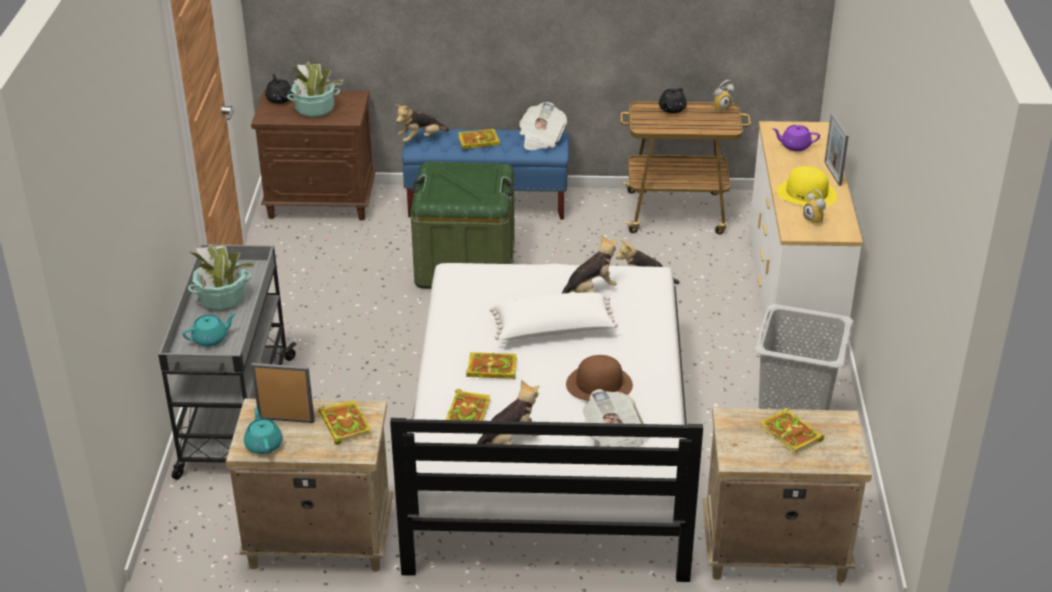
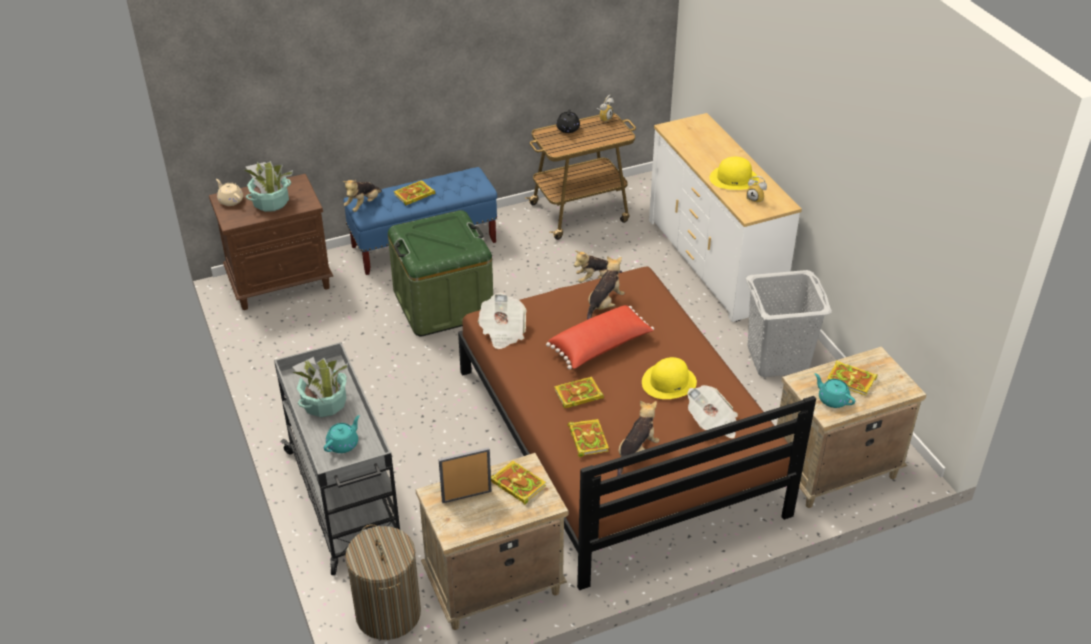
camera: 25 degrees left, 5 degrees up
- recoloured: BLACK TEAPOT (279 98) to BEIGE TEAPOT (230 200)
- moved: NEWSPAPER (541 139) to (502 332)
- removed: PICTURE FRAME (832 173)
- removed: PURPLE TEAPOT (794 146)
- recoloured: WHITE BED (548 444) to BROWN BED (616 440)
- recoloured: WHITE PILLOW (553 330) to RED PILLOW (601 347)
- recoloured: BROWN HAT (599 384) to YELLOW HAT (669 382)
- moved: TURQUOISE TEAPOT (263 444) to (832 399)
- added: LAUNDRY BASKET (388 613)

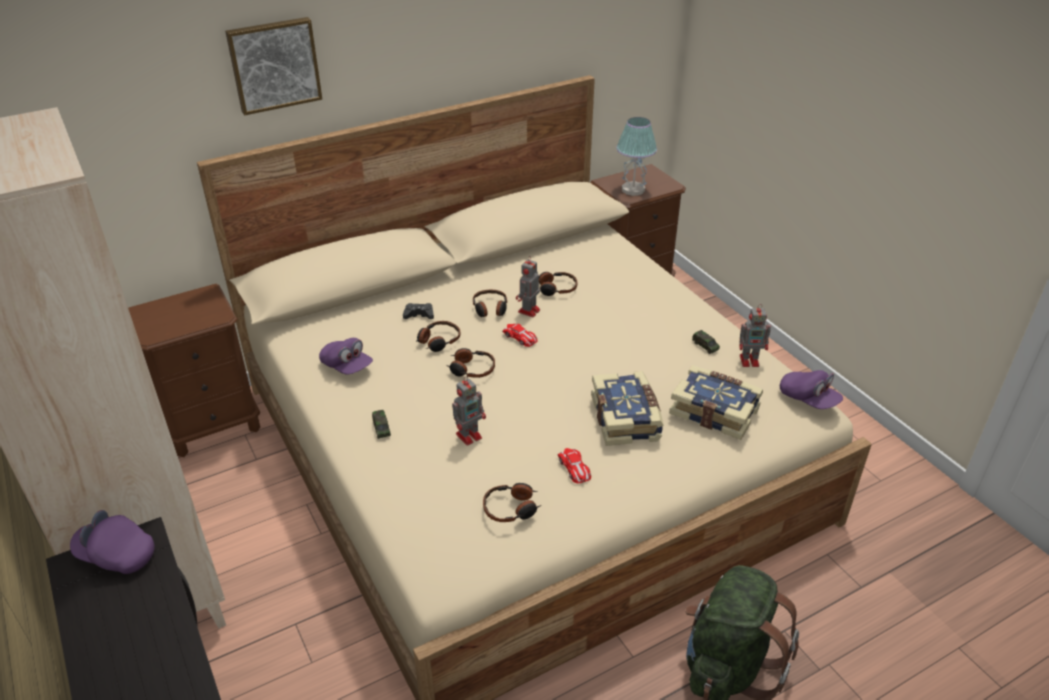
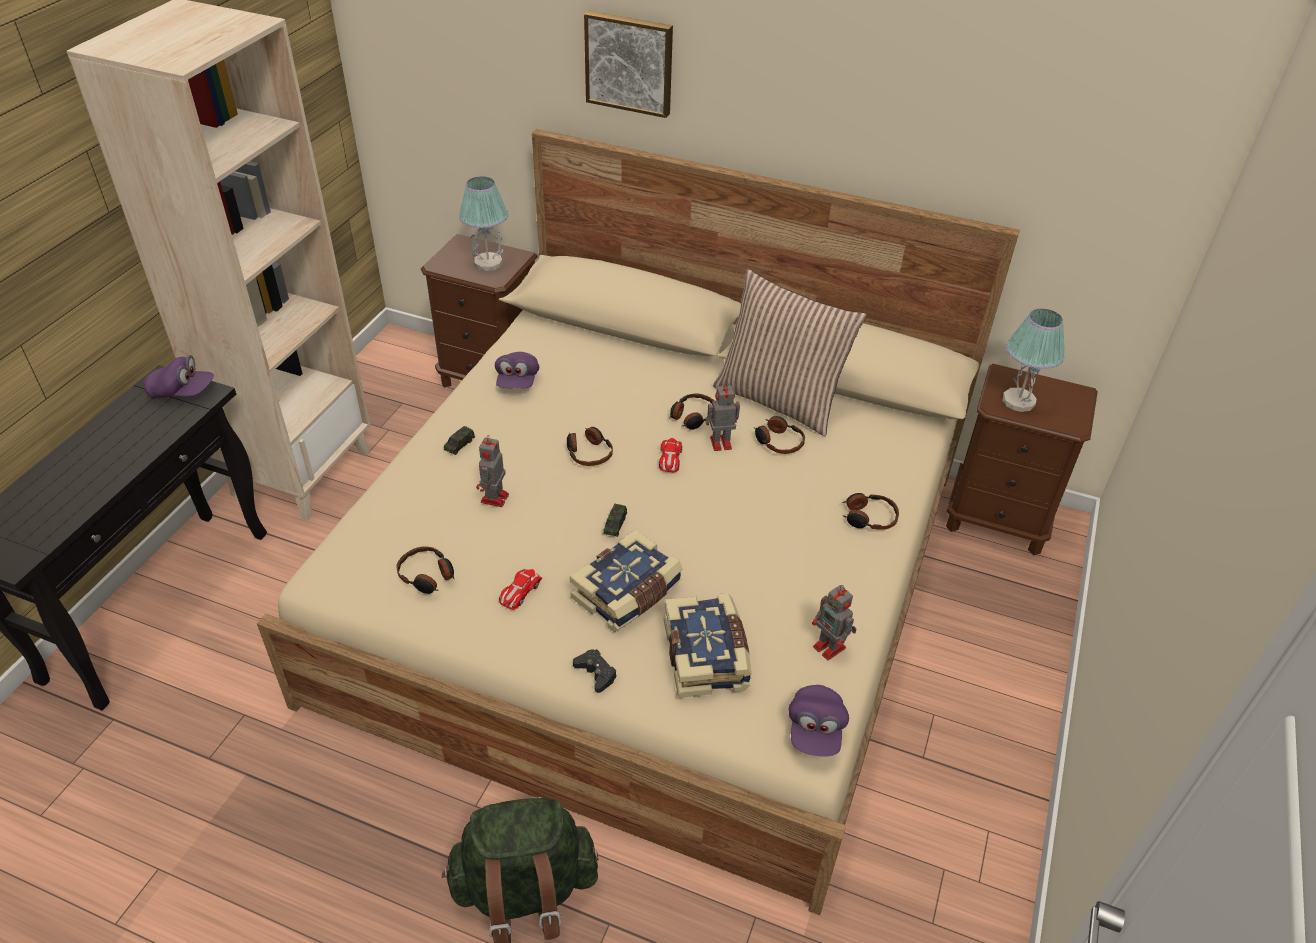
camera: 50 degrees right, 5 degrees up
- moved: BLACK GAME CONTROLLER (419 315) to (596 673)
- moved: HEADPHONES (438 341) to (868 517)
- moved: TOY CAR (705 346) to (615 524)
- turned: TOY ROBOT (470 435) = (494 499) 90 degrees clockwise
- turned: PURPLE CAP (116 555) = (182 392) 120 degrees clockwise
- added: TABLE LAMP (487 263)
- added: PILLOW (779 400)

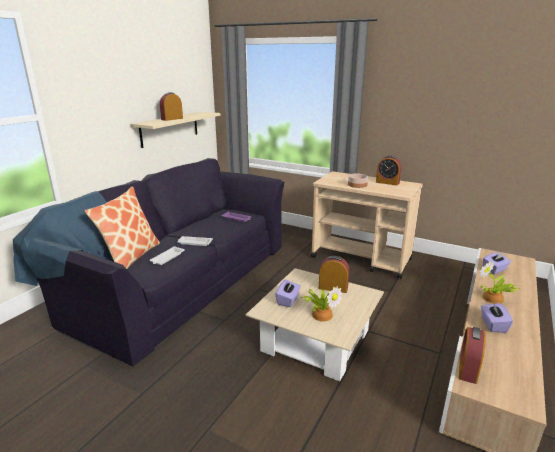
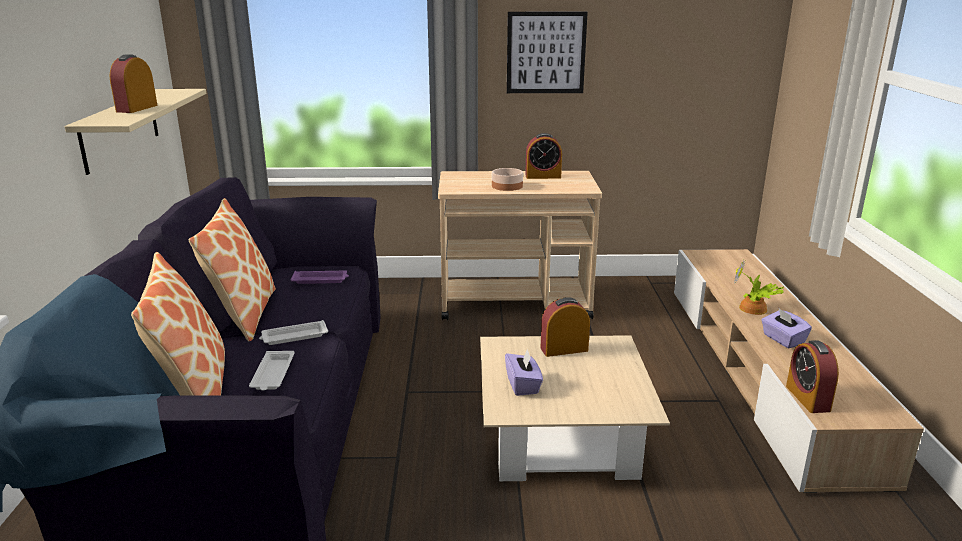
camera: 30 degrees left, 0 degrees up
- removed: PURPLE TISSUE BOX (495 269)
- removed: POTTED PLANT (322 314)
- added: PICTURE (546 53)
- added: PILLOW (243 315)

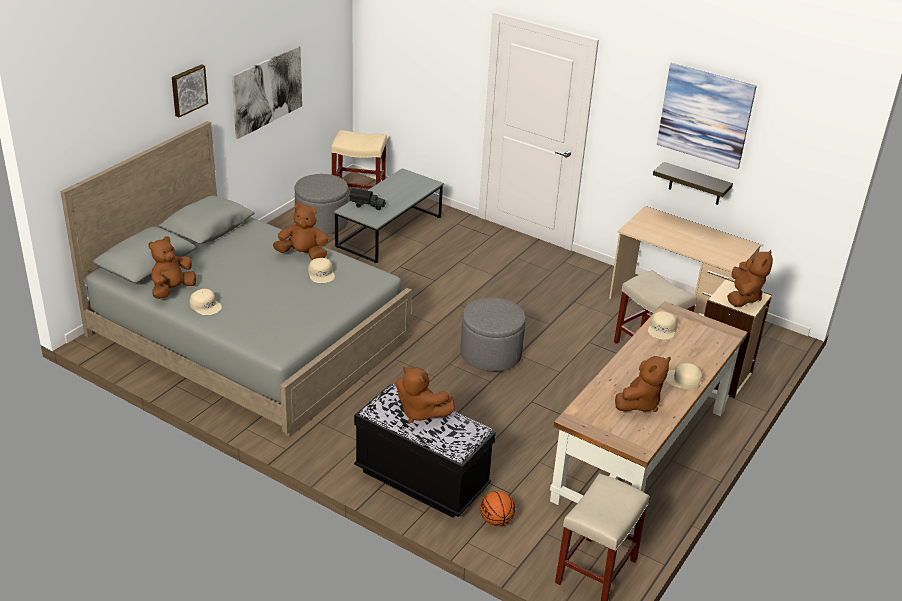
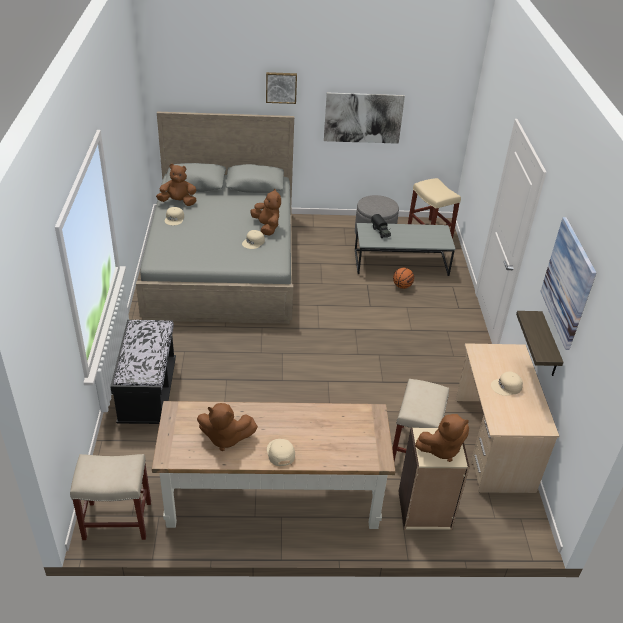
camera: 55 degrees right, 5 degrees up
- removed: GREY OTTOMAN (490 354)
- moved: BEIGE CAP (662 329) to (506 387)
- removed: BROWN PLUSH TOY (420 413)
- moved: BASKETBALL (496 520) to (402 286)

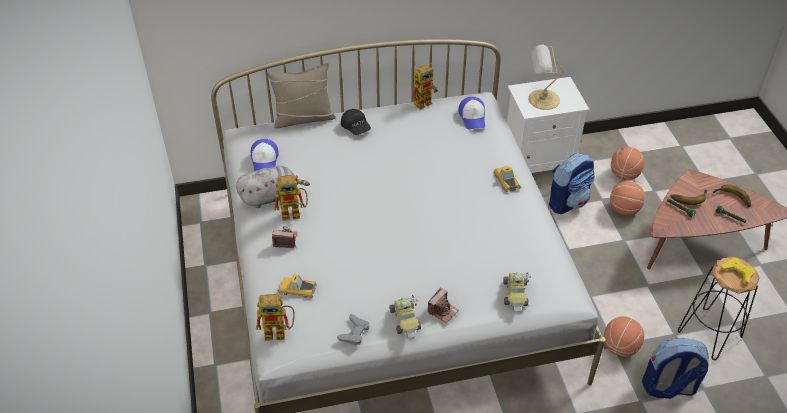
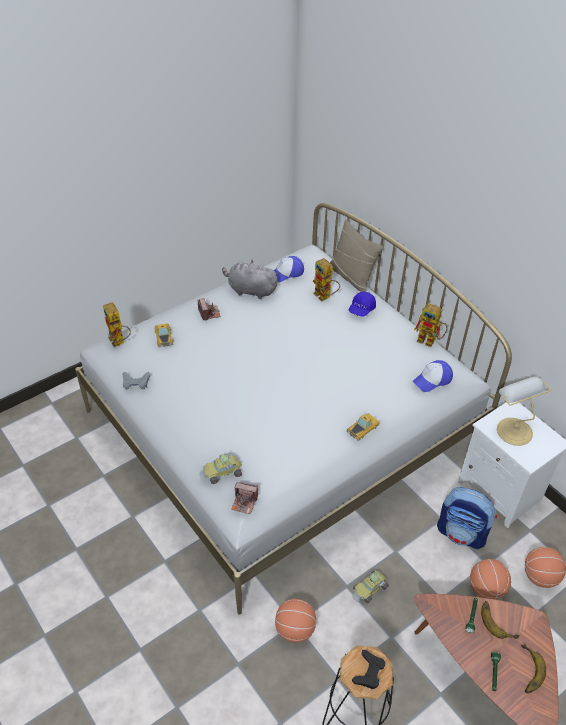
camera: 65 degrees right, 0 degrees up
- recoloured: BLACK CAP (356 127) to BLUE CAP (361 309)
- turned: GREY PLUSH TOY (271 197) = (250 290) 150 degrees clockwise
- moved: TOY ROBOT (295 212) to (325 297)
- recoloured: YELLOW GAME CONTROLLER (737 272) to BLACK GAME CONTROLLER (369 672)
- moved: PHOTO CAMERA (443 311) to (244 502)
- moved: TOY CAR (406 320) to (370 589)
- removed: BACKPACK (668 387)

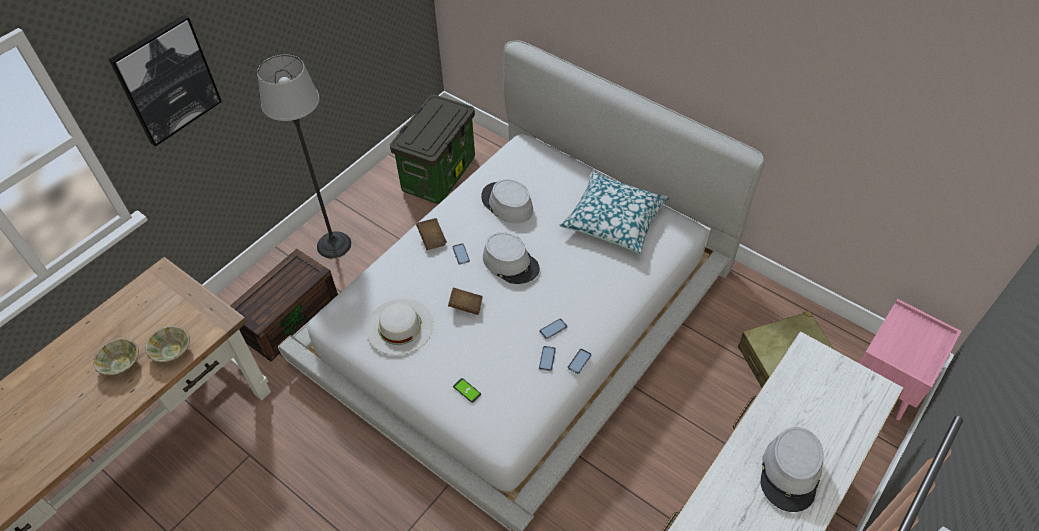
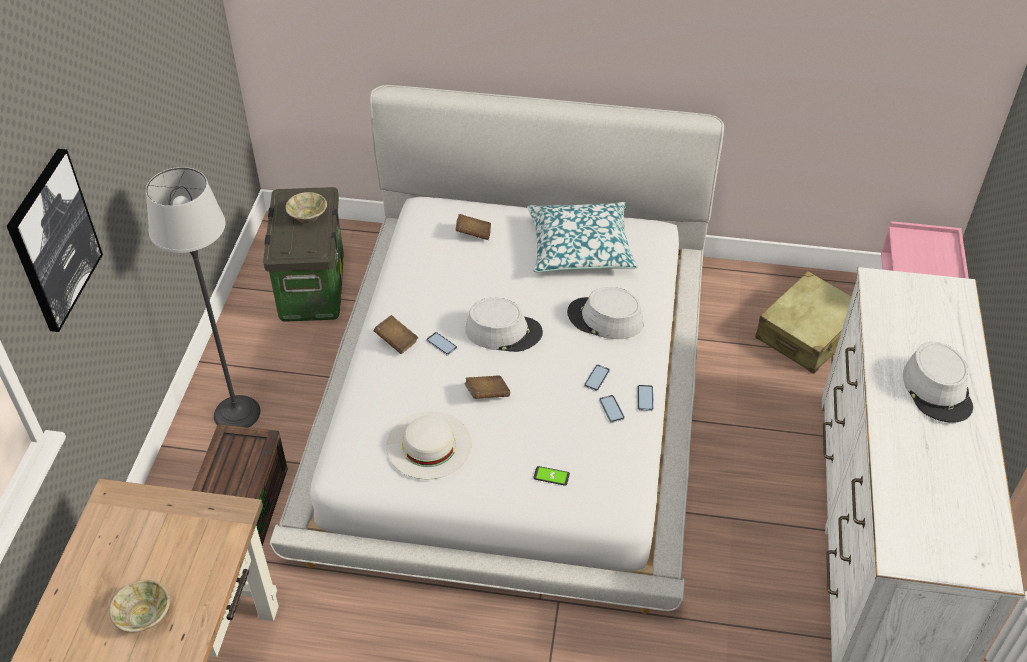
camera: 30 degrees left, 5 degrees down
- moved: GREY HAT (507 203) to (605 319)
- moved: BEIGE BOWL (172 351) to (308 216)
- added: BROWN BOOK (473 234)

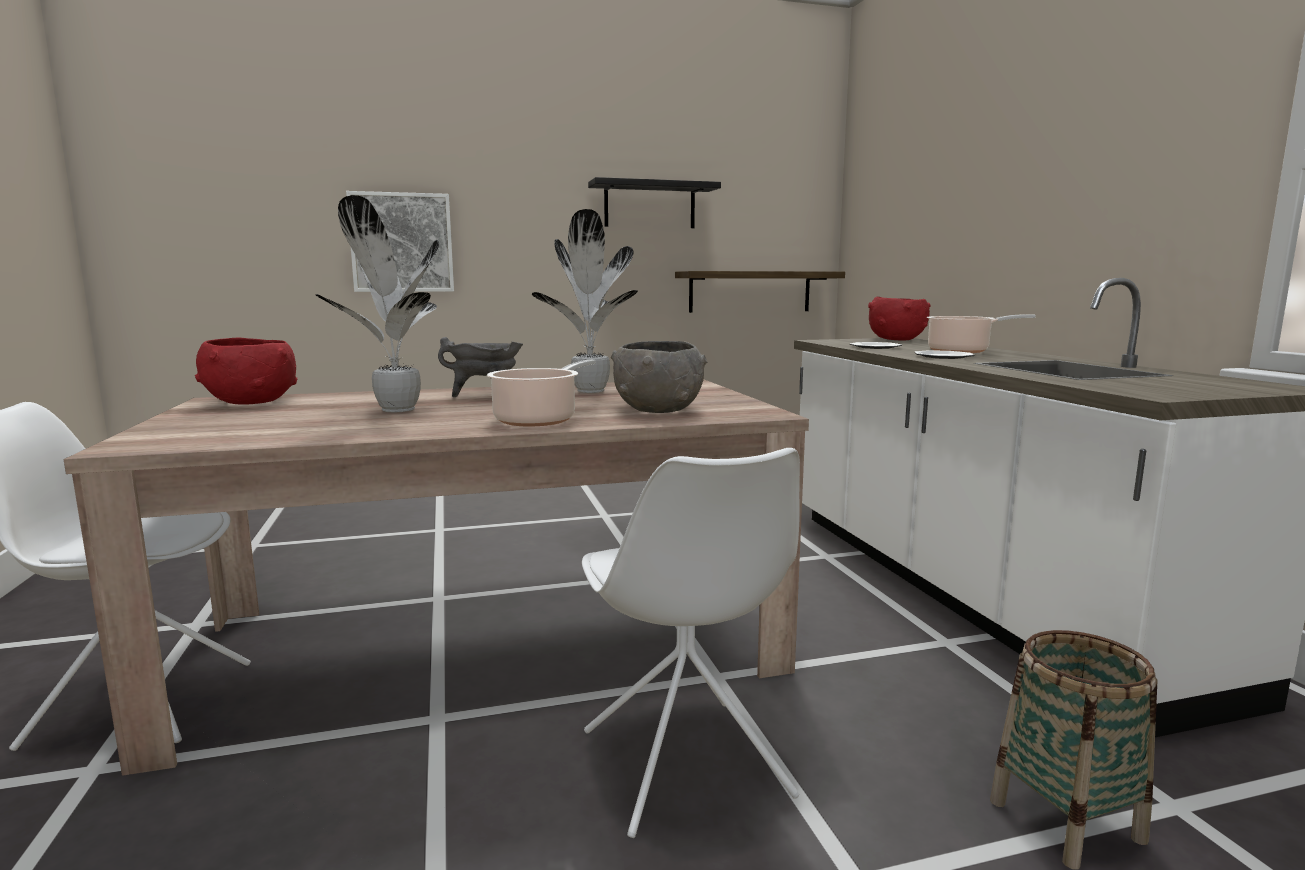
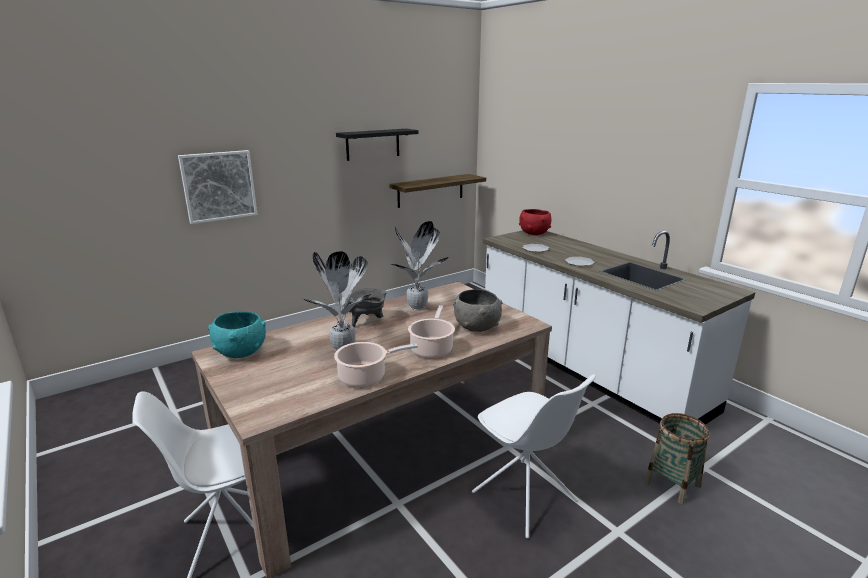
camera: 20 degrees left, 10 degrees up
- moved: COOKING POT (962 351) to (365 377)
- recoloured: RED BOWL (252 402) to TURQUOISE BOWL (241 352)

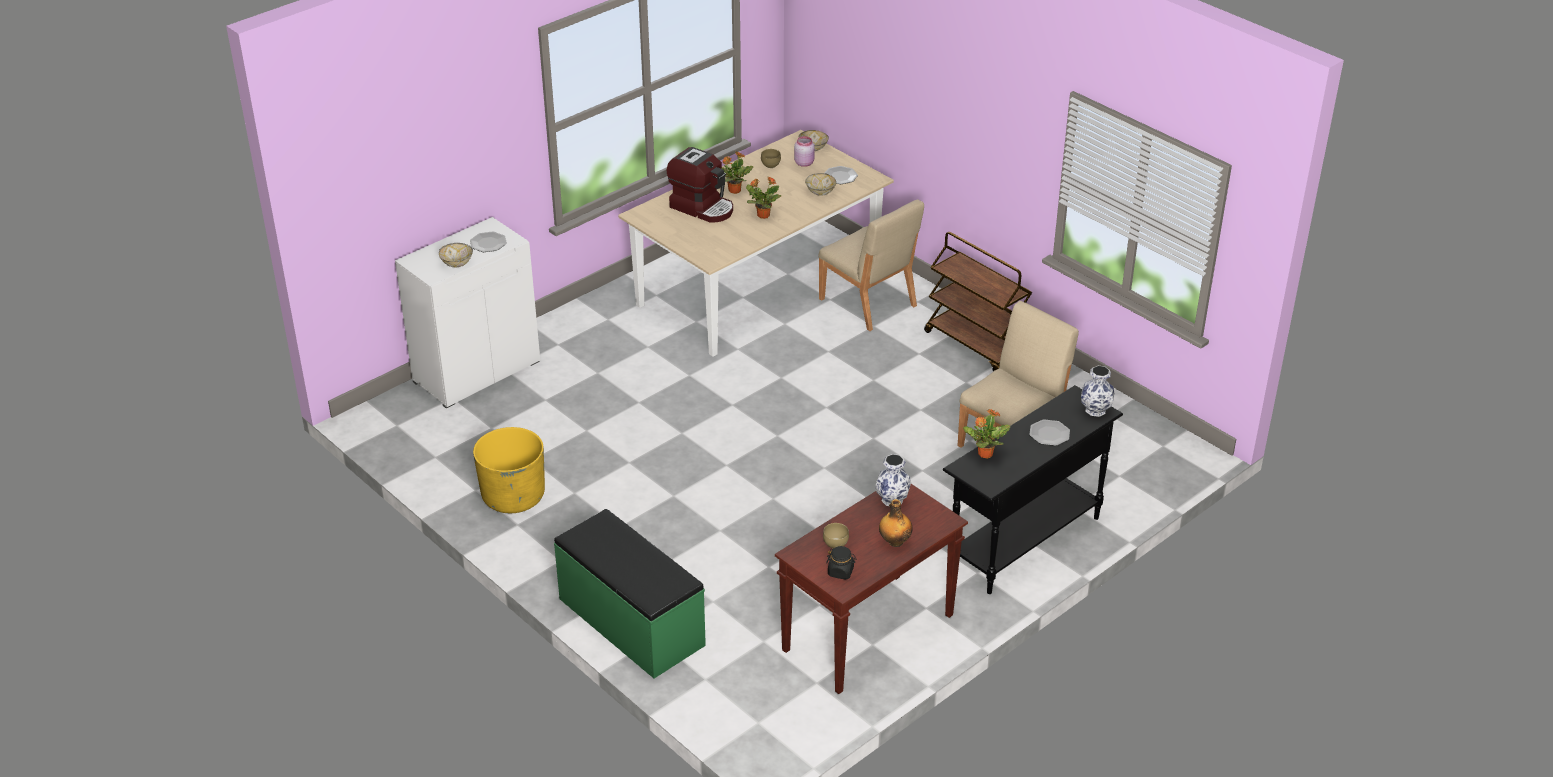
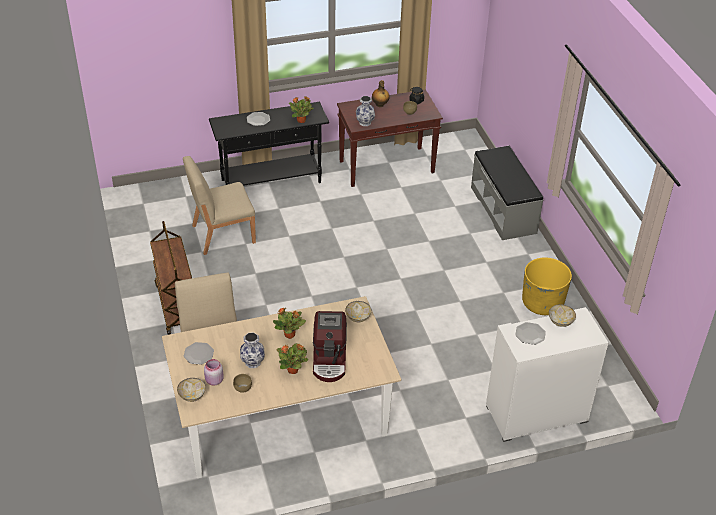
camera: 155 degrees left, 5 degrees up
- turned: COFFEE MACHINE (702 207) = (330 360) 150 degrees counterclockwise
- moved: BOWL (820 192) to (358 317)
- moved: VASE (1095 409) to (253 362)
- recoloured: GREEN BENCH (630 622) to GREY BENCH (504 210)

